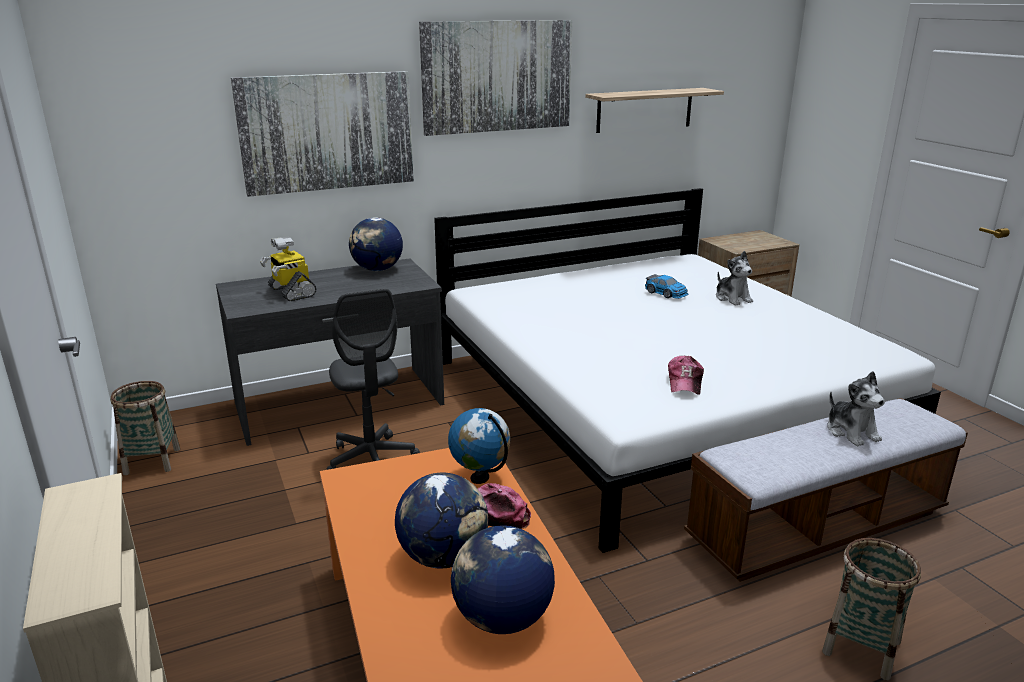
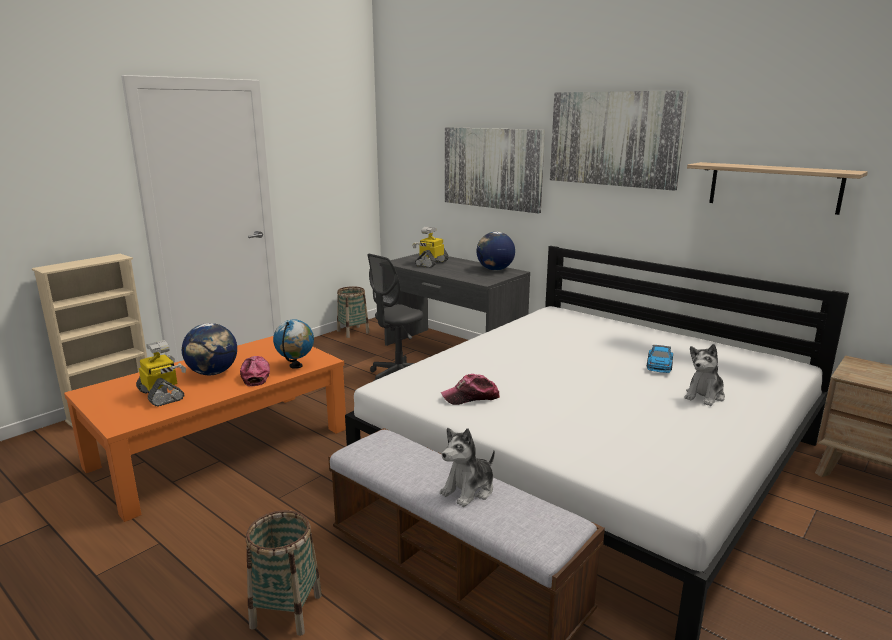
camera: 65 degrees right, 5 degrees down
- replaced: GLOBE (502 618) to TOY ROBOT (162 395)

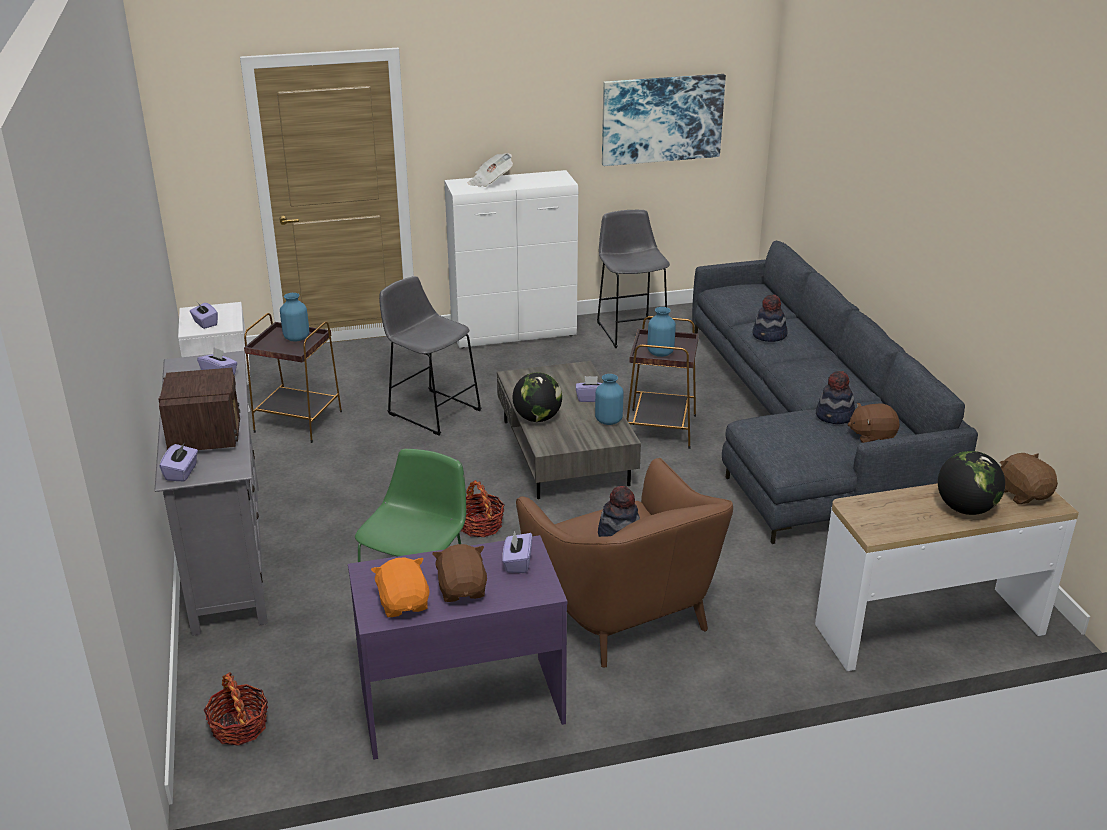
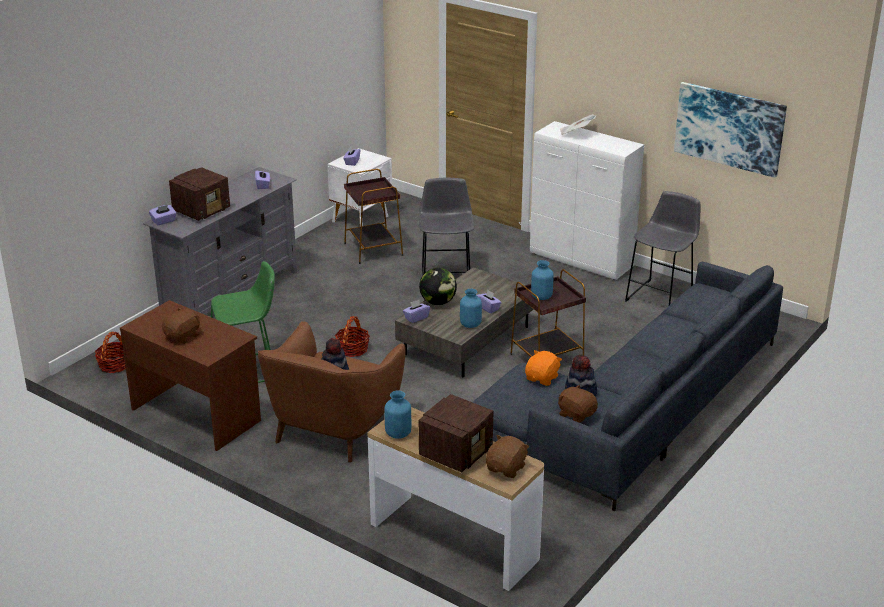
camera: 50 degrees right, 0 degrees up
- moved: BLUE VASE (296 338) to (398 433)
- removed: HAT (769 336)
- replaced: GLOBE (965 509) to RADIO (457 452)
- moved: PURPLE TISSUE BOX (517 563) to (416 318)
- recoloured: PURPLE DESK (460 704) to BROWN DESK (196 414)
- moved: ORANGE PLUSH TOY (404 604) to (542 378)

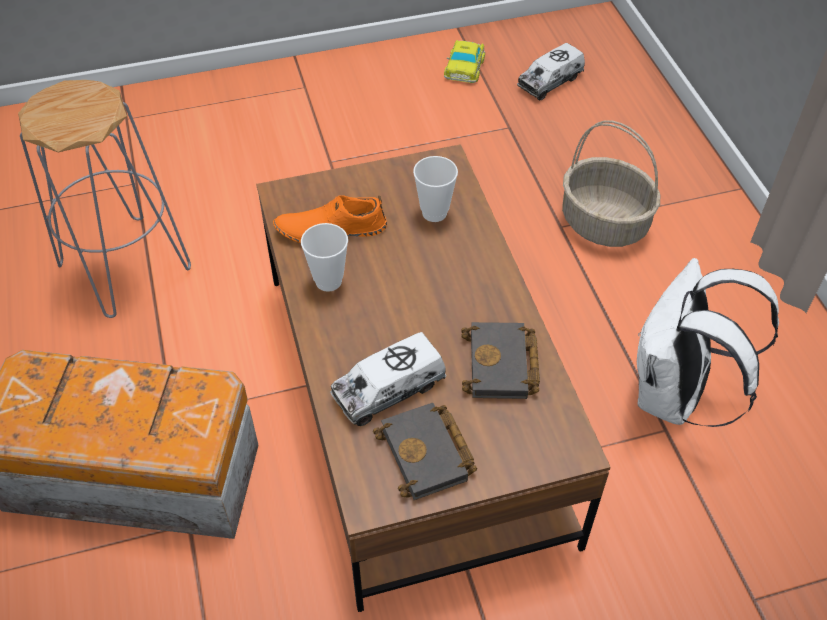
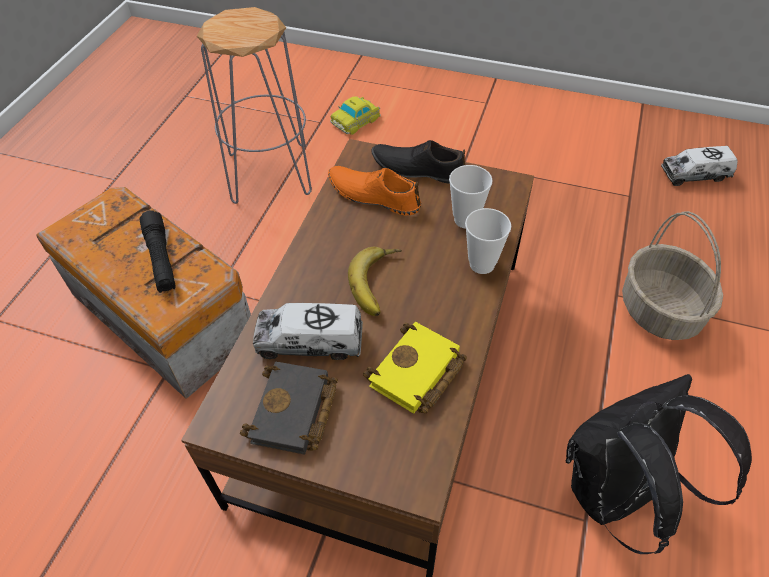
camera: 35 degrees right, 0 degrees up
- moved: TOY CAR (465 66) to (356 120)
- moved: CUP (328 281) to (482 264)
- recoloured: WHITE BACKPACK (674 396) to BLACK BACKPACK (616 495)
- recoloured: BLACK BOOK (502 367) to YELLOW BOOK (416 374)
- added: BLACK SHOE (418 169)
- added: BLACK FLASHLIGHT (161 258)
- added: BANANA (379 284)

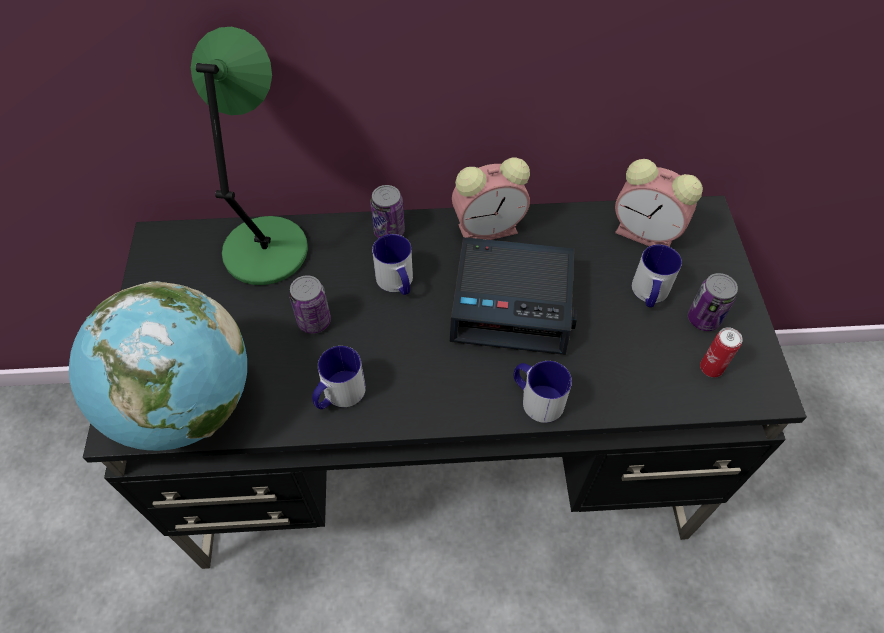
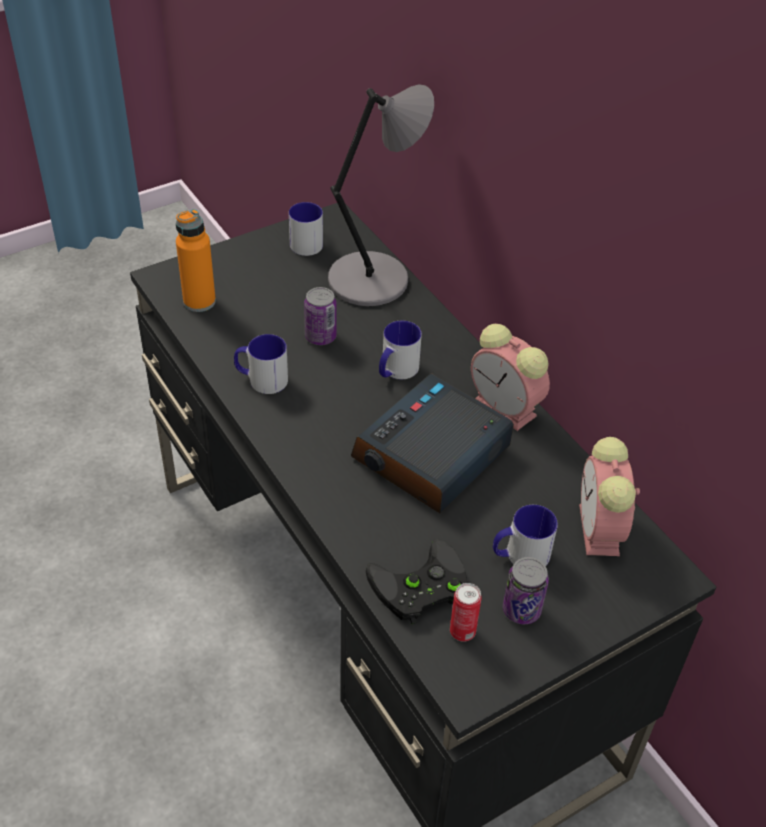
camera: 60 degrees right, 10 degrees down
- recoloured: GREEN TABLE LAMP (267 247) to GREY TABLE LAMP (373 279)
- removed: CAN (389 231)
- turned: ALARM CLOCK (513 303) = (431 455) 60 degrees clockwise
- replaced: GLOBE (186 405) to ORANGE BOTTLE (199 301)
- moved: MUG (536 399) to (308 241)
- added: BLACK GAME CONTROLLER (418 589)

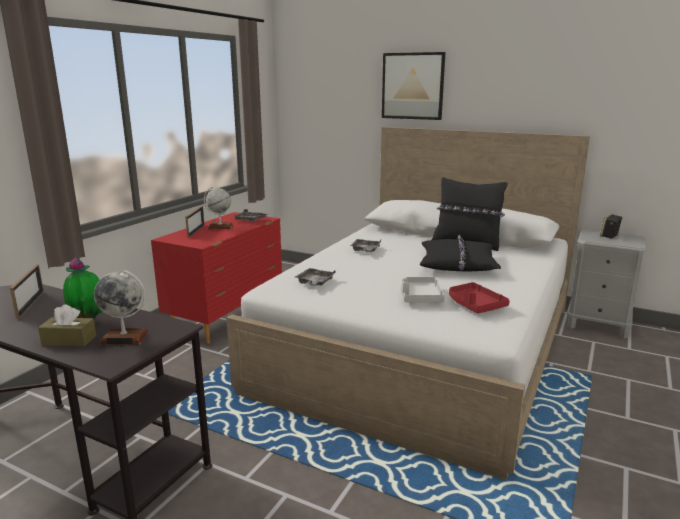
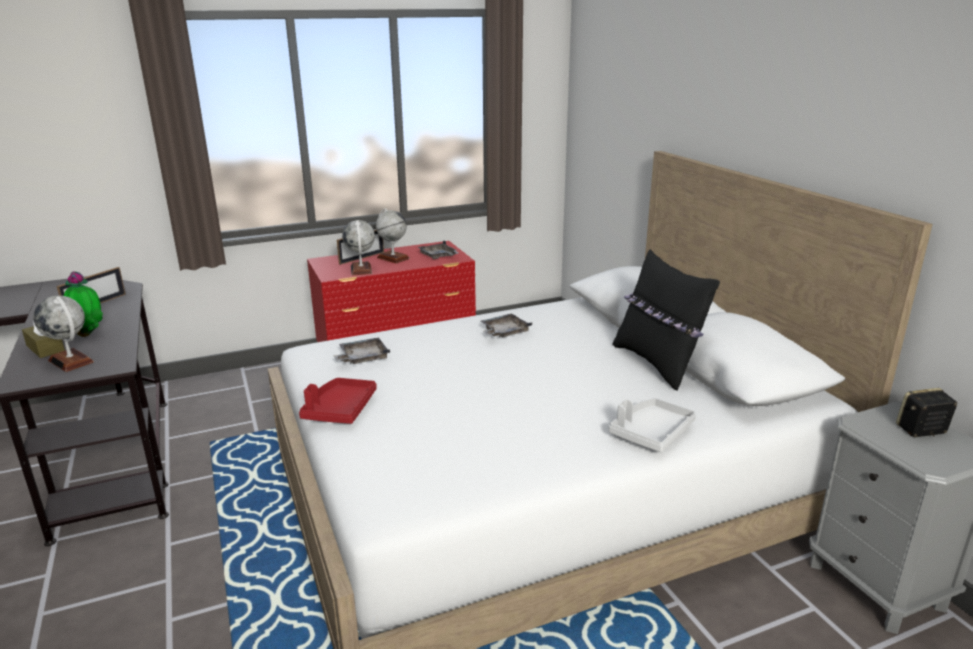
camera: 40 degrees right, 5 degrees up
- removed: PICTURE (412 86)
- removed: BLACK PILLOW (457 264)
- moved: GREY TRAY (420 297) to (651 433)
- moved: RED TRAY (475 305) to (340 410)
- added: GLOBE (361 269)

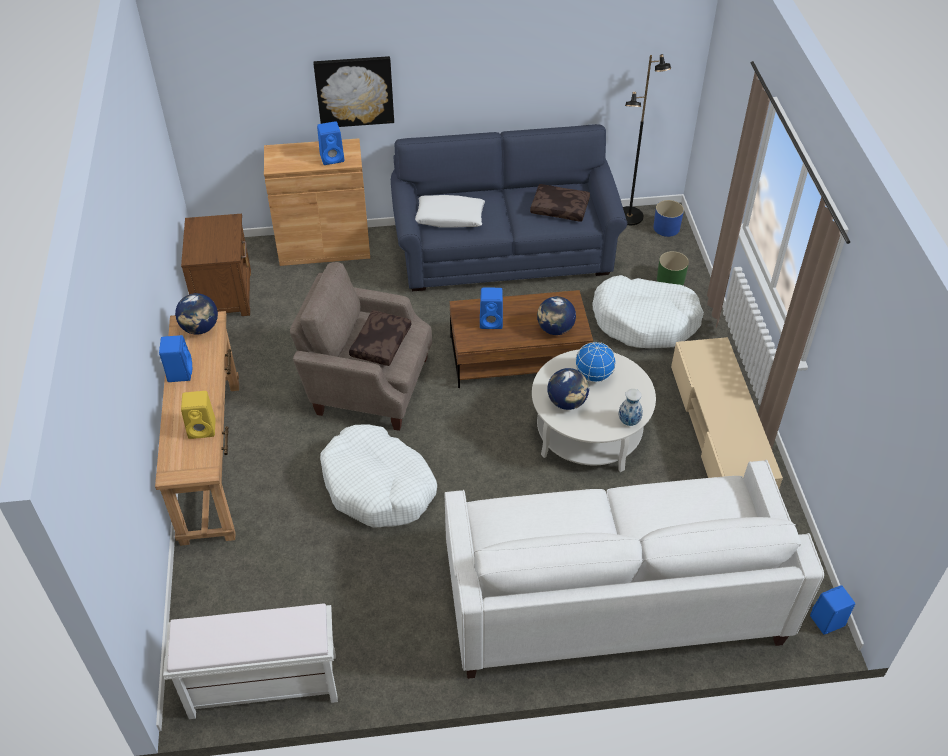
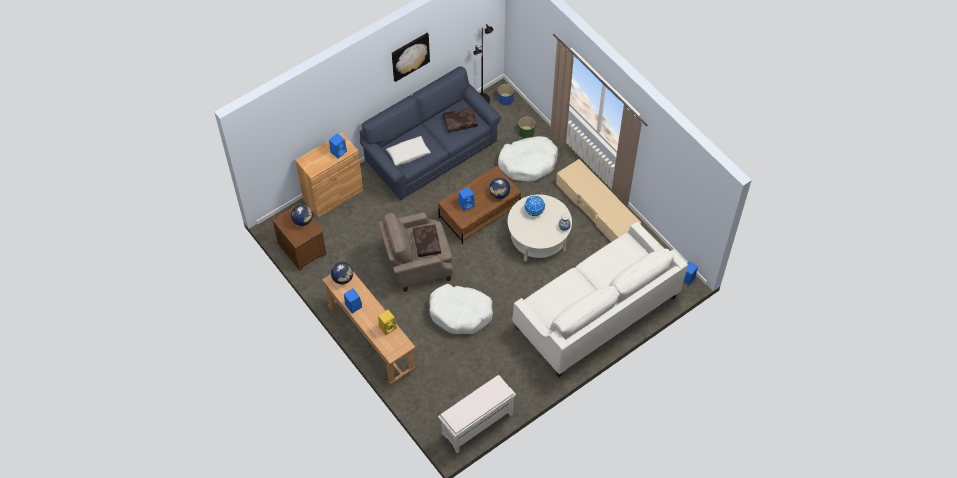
camera: 30 degrees left, 10 degrees up
- moved: PICTURE (354 91) to (410 56)
- moved: GLOBE (567 402) to (303 221)

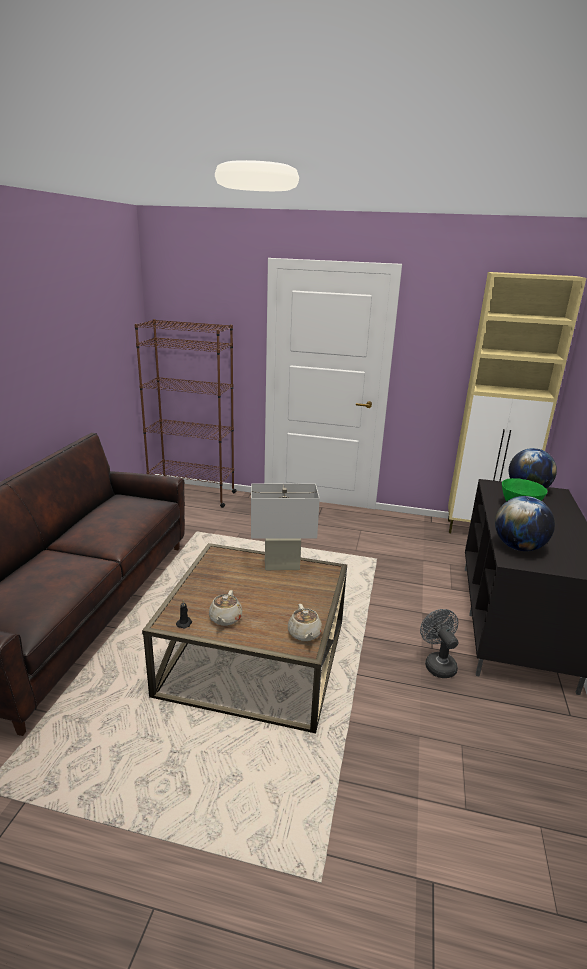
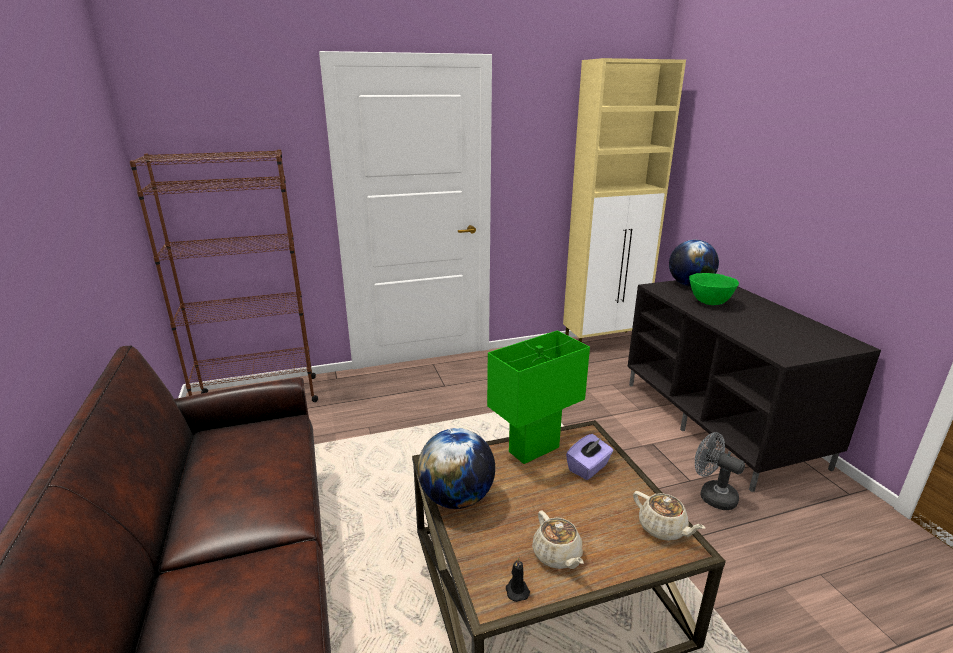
camera: 30 degrees left, 0 degrees up
- recoloured: WHITE TABLE LAMP (282 565) to GREEN TABLE LAMP (534 450)
- moved: GLOBE (518 547) to (457 498)
- added: PURPLE TISSUE BOX (588 468)

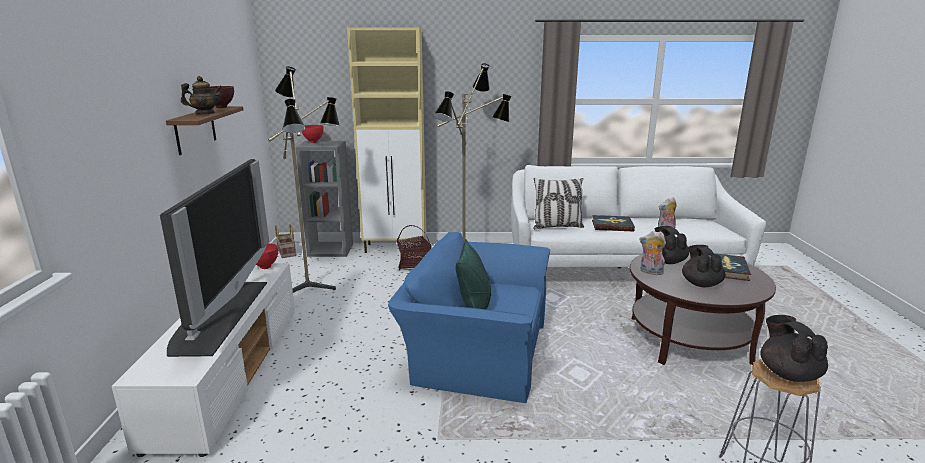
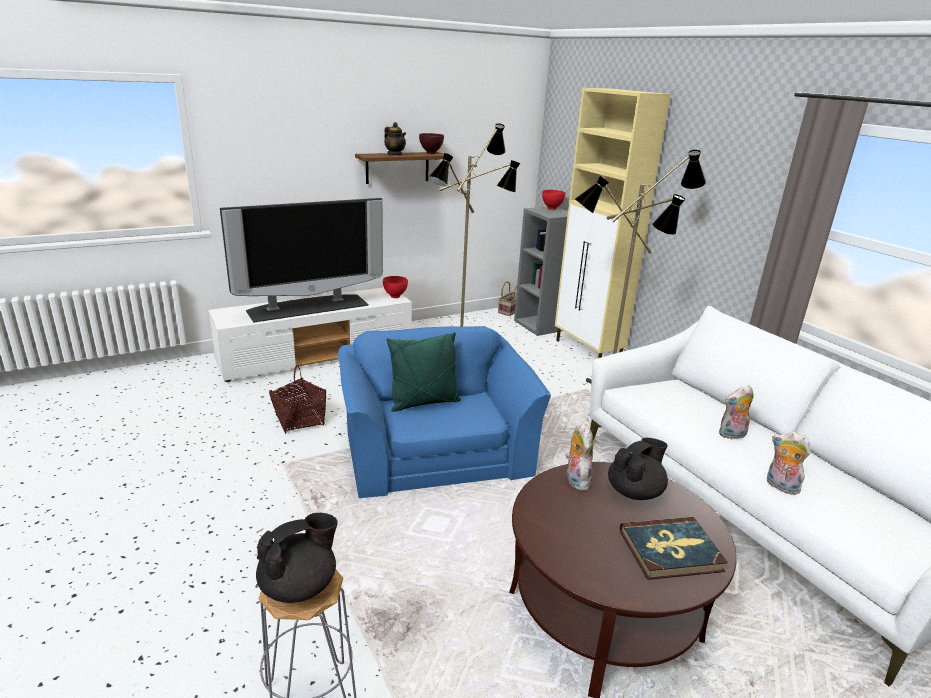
camera: 60 degrees right, 5 degrees up
- removed: PILLOW (557 226)
- replaced: BOOK (612 225) to PLUSH TOY (732 435)
- moved: BASKET (414 265) to (300 420)
- removed: BLACK TEAPOT (701 284)

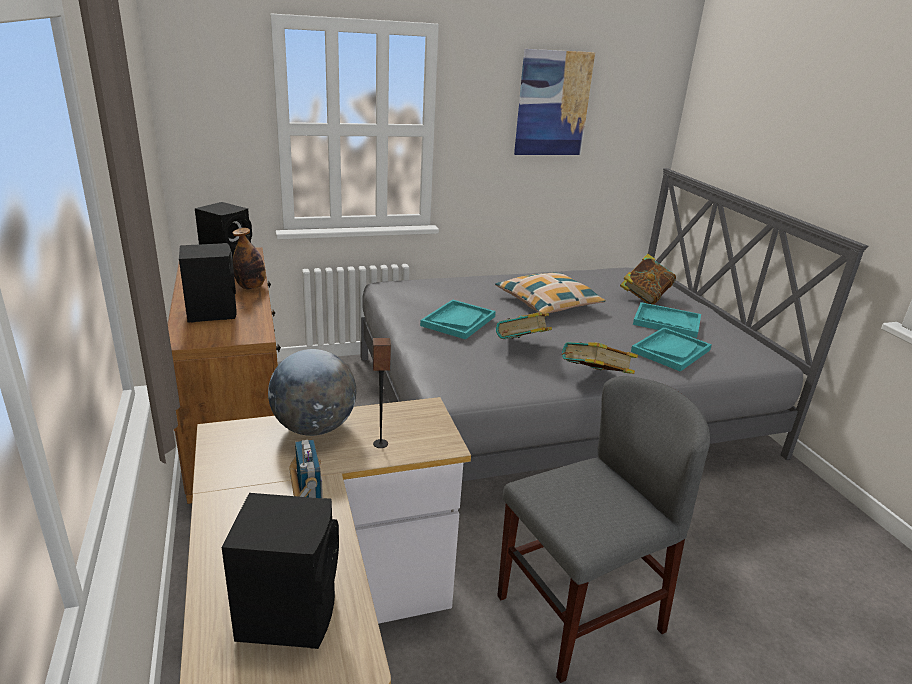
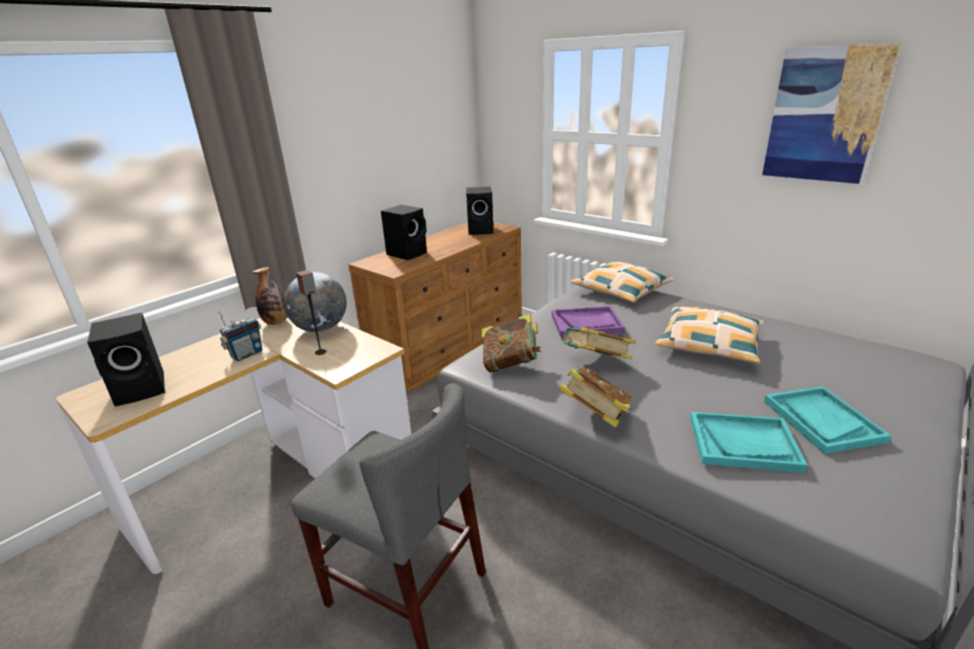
camera: 60 degrees right, 0 degrees up
- moved: BOTTLE (251 287) to (276 322)
- moved: BOOK (645 297) to (511 364)
- recoloured: TURQUOISE TRAY (458 321) to PURPLE TRAY (586 323)
- added: PILLOW (621 290)

